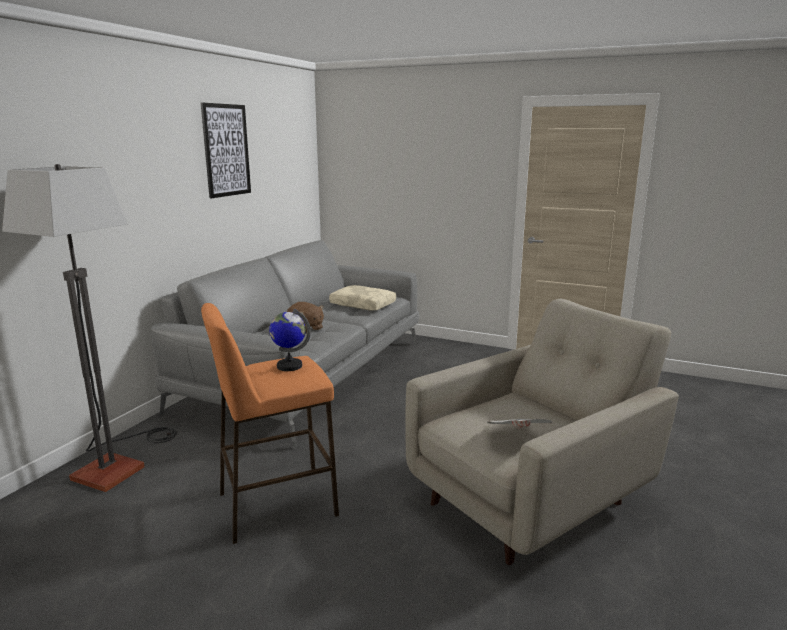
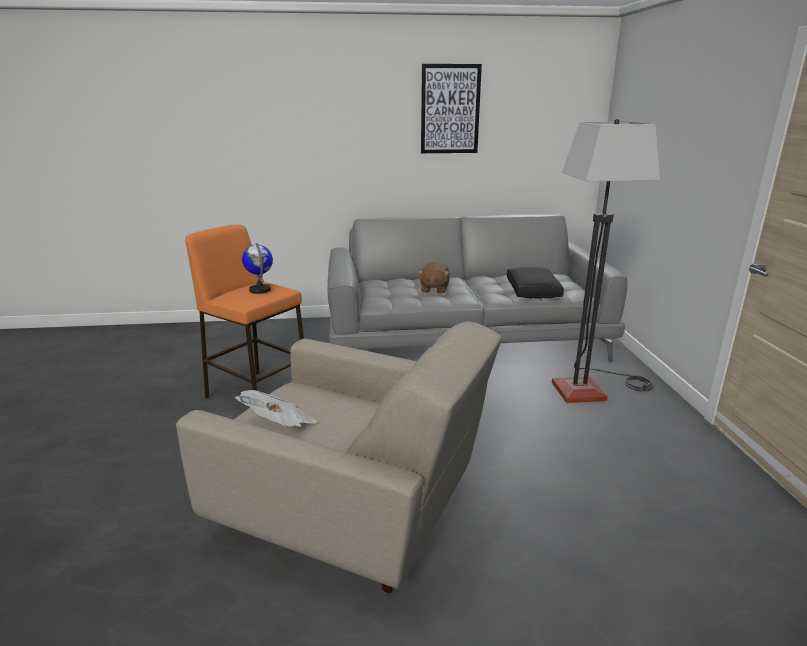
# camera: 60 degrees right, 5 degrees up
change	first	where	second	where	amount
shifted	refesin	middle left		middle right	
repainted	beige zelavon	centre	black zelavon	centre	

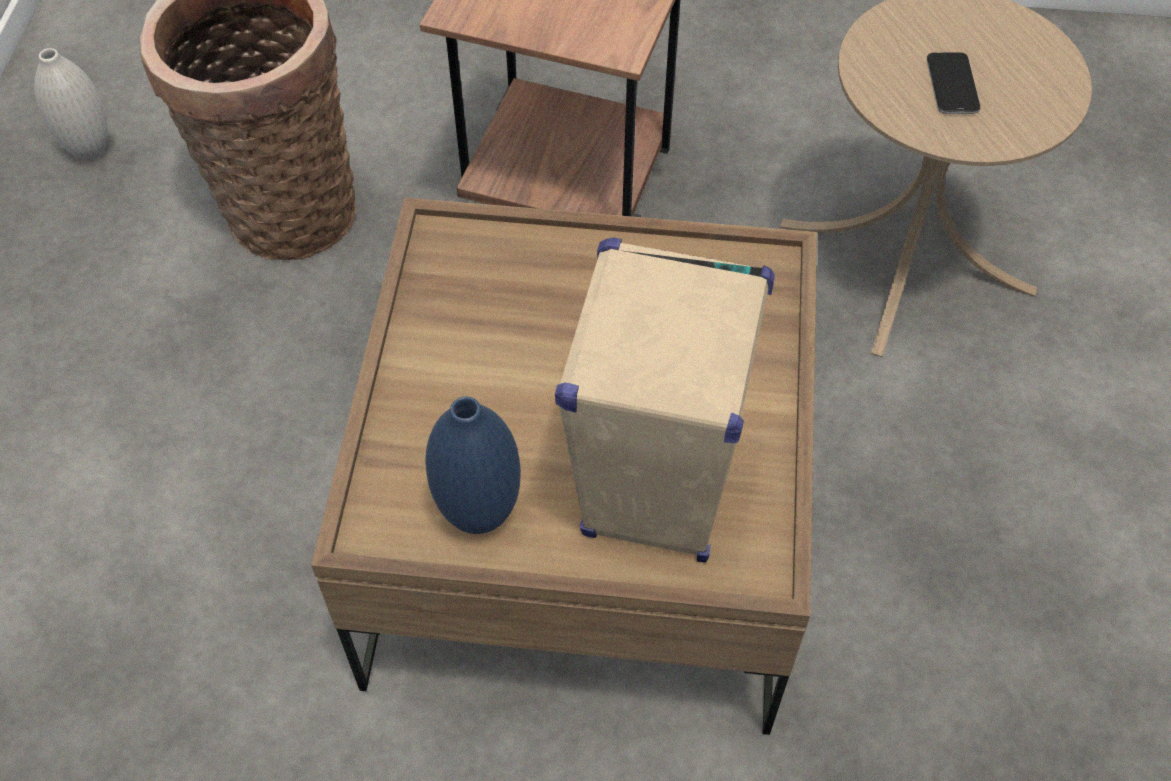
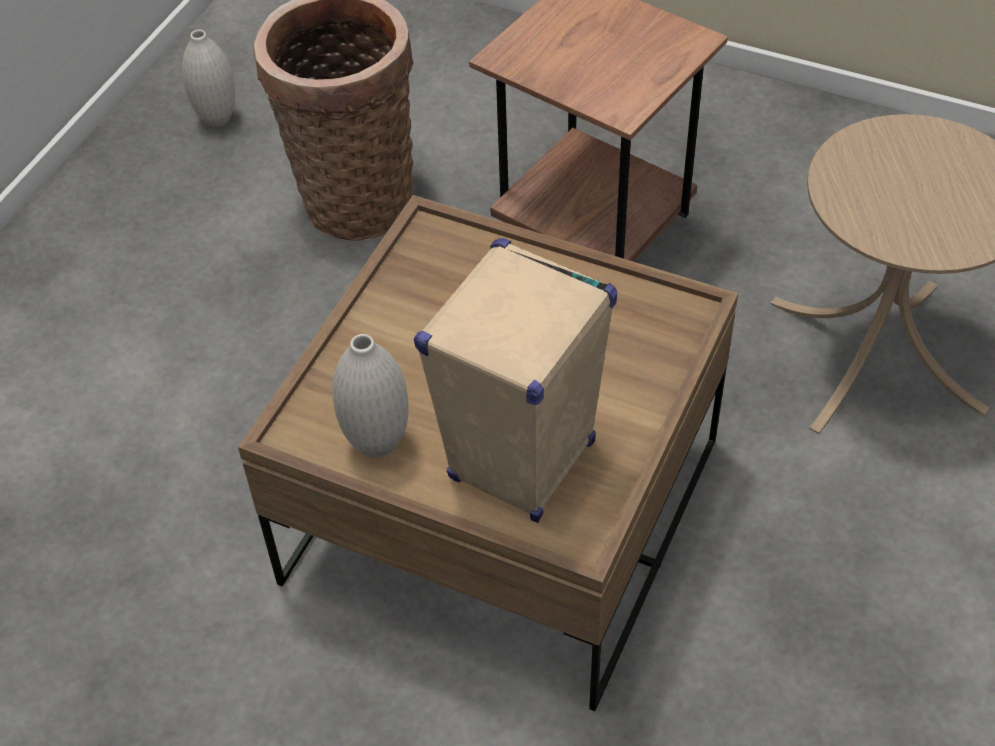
# camera: 20 degrees right, 5 degrees down
change	first	where	second	where	amount
gone	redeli	top right			
repainted	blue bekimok	centre	white bekimok (no. 2 from left)	centre	

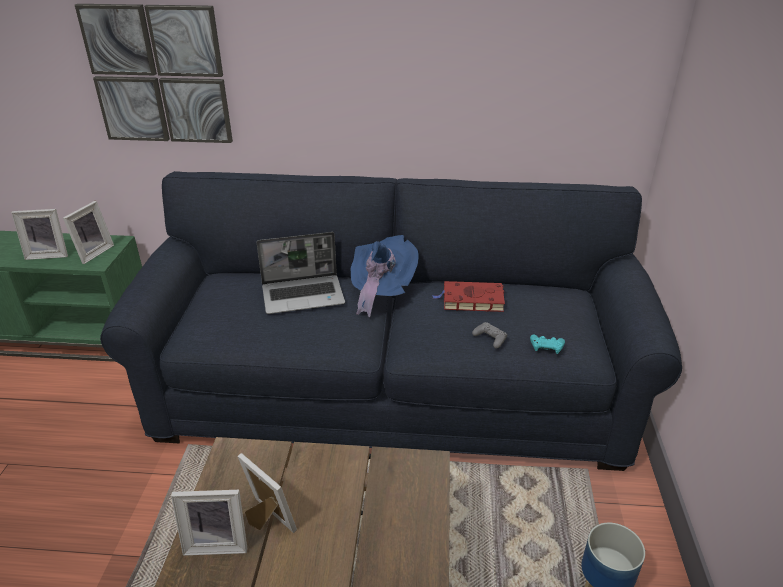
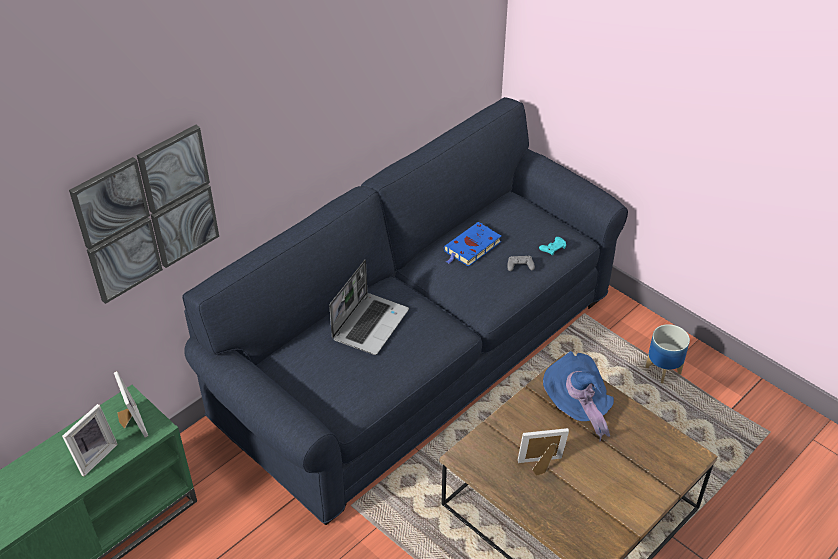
# camera: 50 degrees left, 10 degrees up
change	first	where	second	where	amount
gone	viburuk (no. 3 from left)	bottom left			
shifted	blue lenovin	centre		bottom right	
repainted	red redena	centre	blue redena	centre	

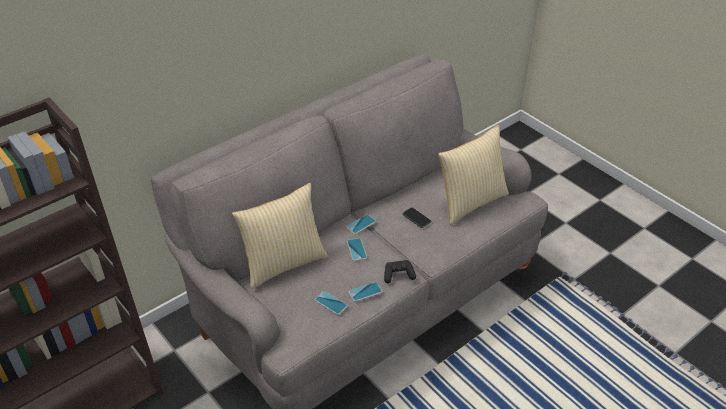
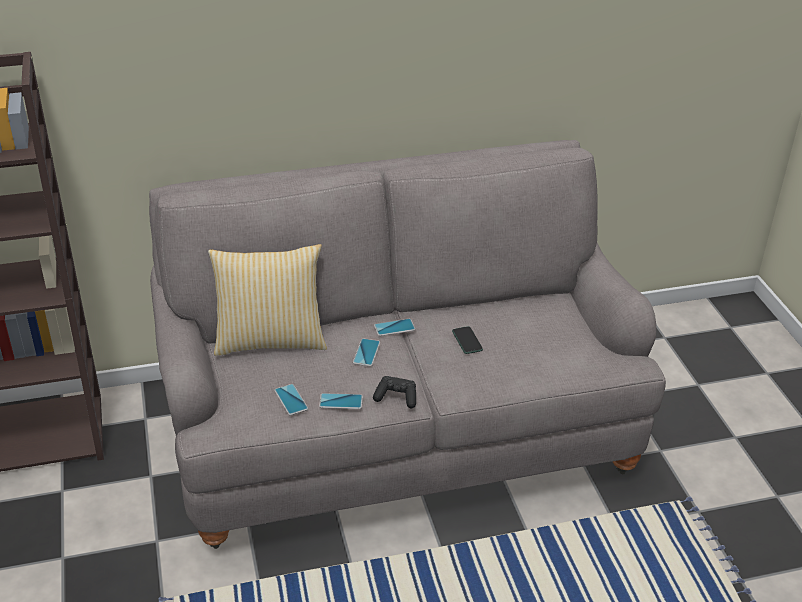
# camera: 25 degrees right, 5 degrees down
change	first	where	second	where	amount
gone	zelavon (no. 2 from left)	centre			

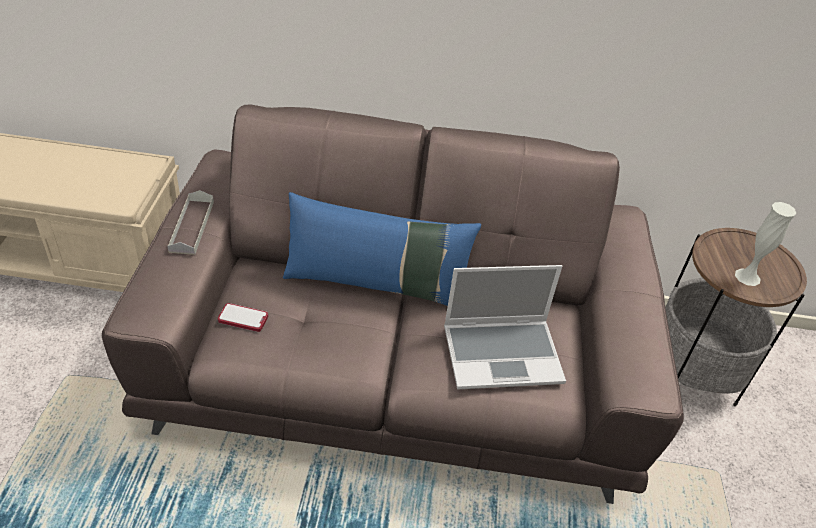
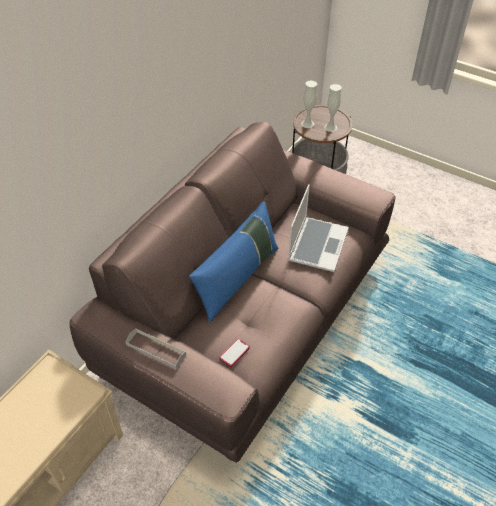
# camera: 60 degrees left, 5 degrees up
change	first	where	second	where	amount
new			white bekimok (no. 1 from left)	top centre	

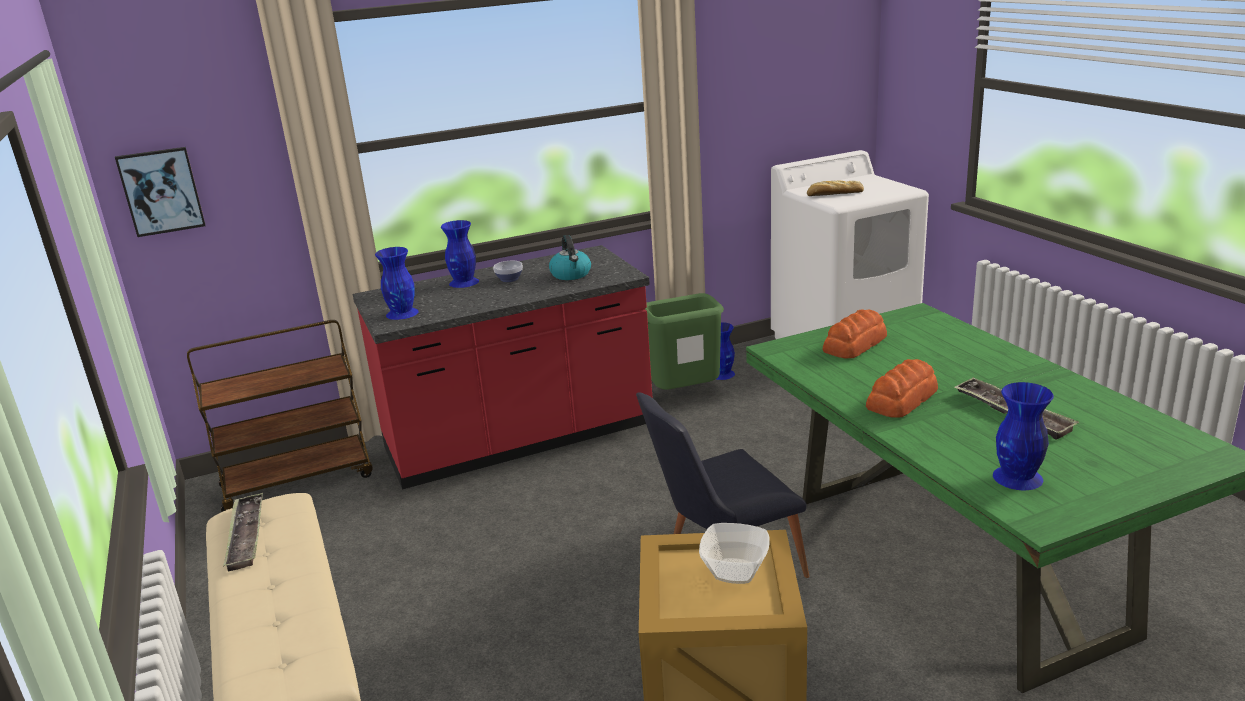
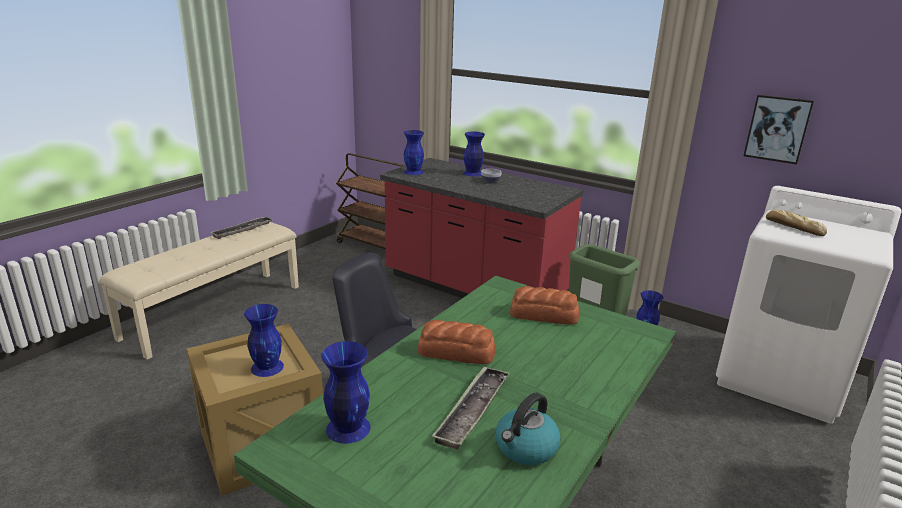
# camera: 55 degrees right, 0 degrees up
change	first	where	second	where	amount
shifted	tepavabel	top left		top right	
shifted	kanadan	centre		bottom centre	
swapped	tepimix (no. 2 from left)	bottom centre	blue bekimok (no. 1 from left)	bottom left	

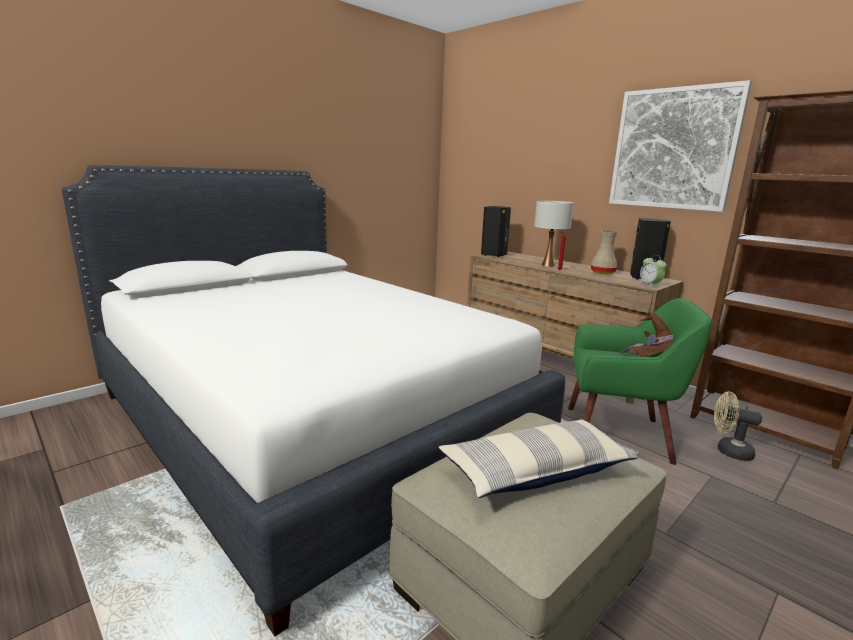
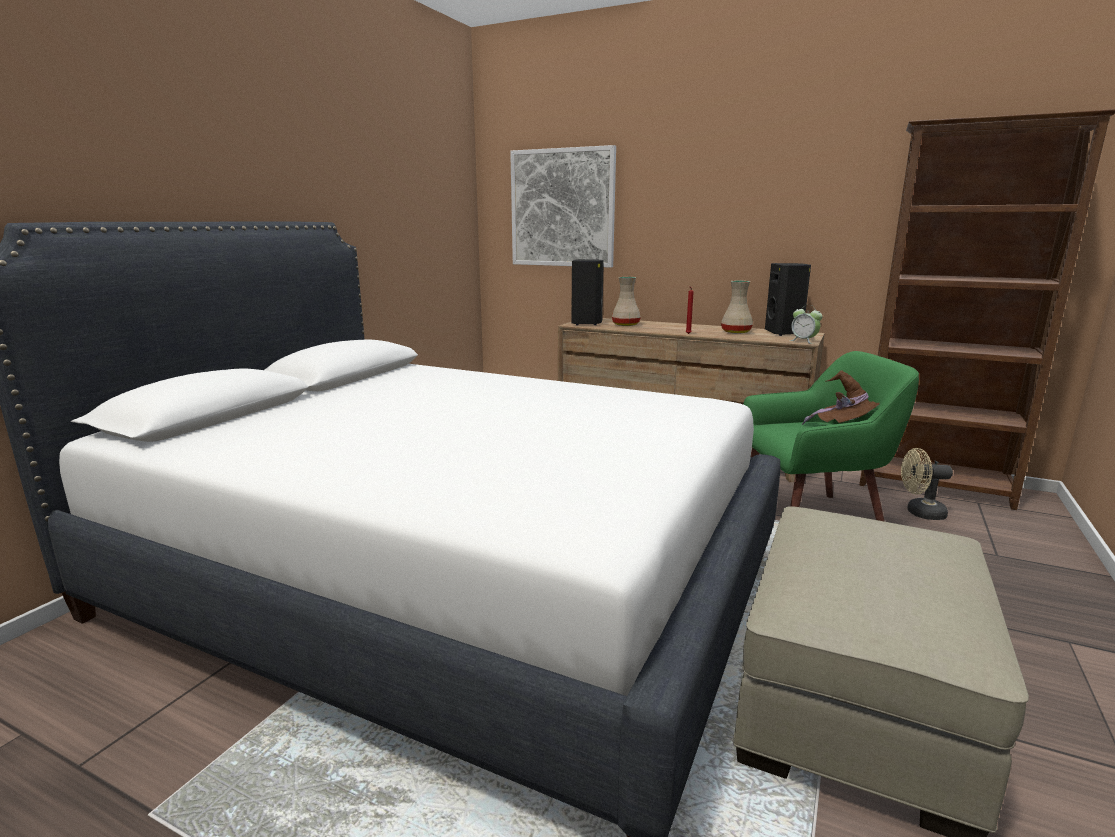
# camera: 20 degrees left, 0 degrees up
change	first	where	second	where	amount
gone	zelavon	bottom centre			
gone	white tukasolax	centre			
new			beige bekimok (no. 1 from left)	centre	
shifted	tepavabel	top right		top centre	

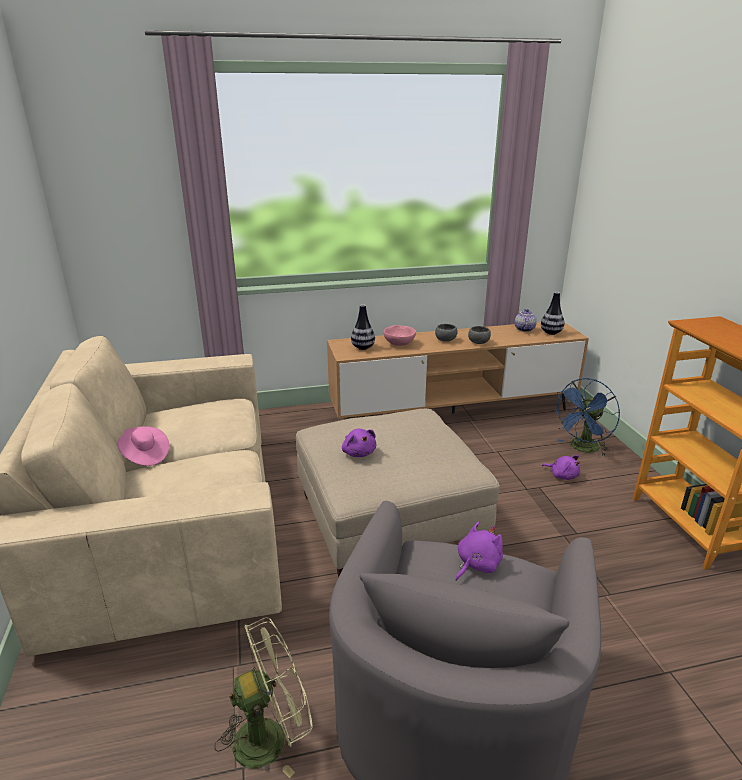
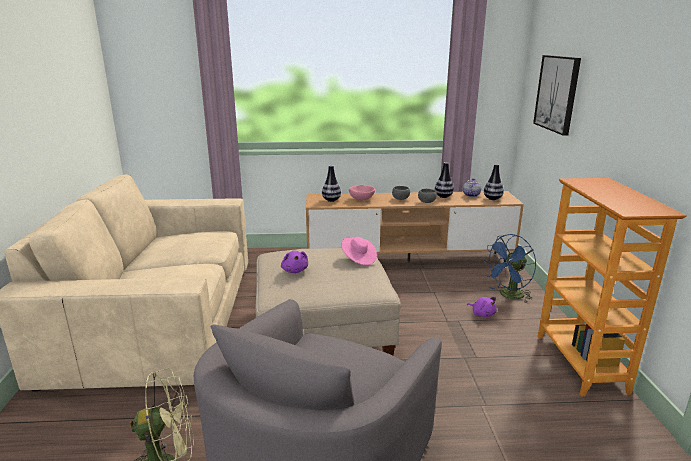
# camera: 10 degrees right, 5 degrees down
change	first	where	second	where	amount
gone	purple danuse (no. 2 from left)	bottom centre			
new			bekimok (no. 2 from left)	centre	
new			tepavabel	top right	
shifted	pink lenovin	middle left		centre	

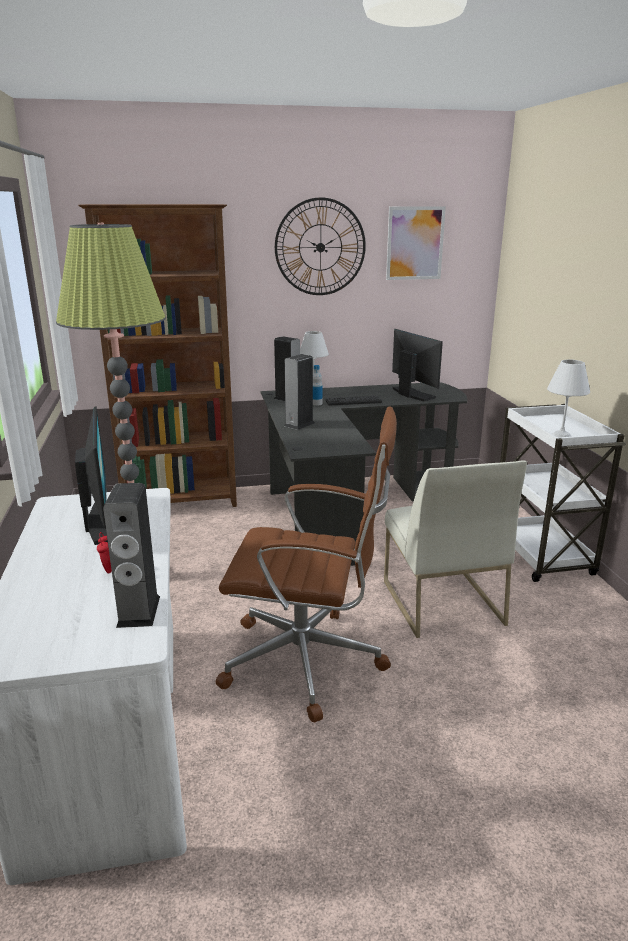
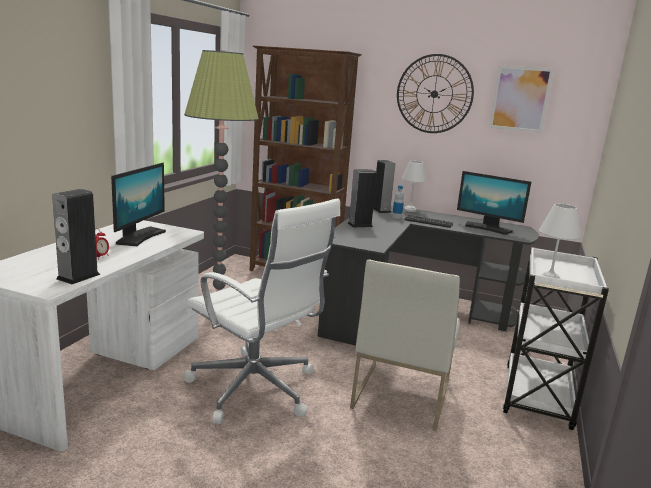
# camera: 30 degrees right, 5 degrees down
change	first	where	second	where	amount
repainted	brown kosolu	centre	white kosolu	centre	
rotated	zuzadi (no. 2 from left)	centre		middle right	120 degrees clockwise

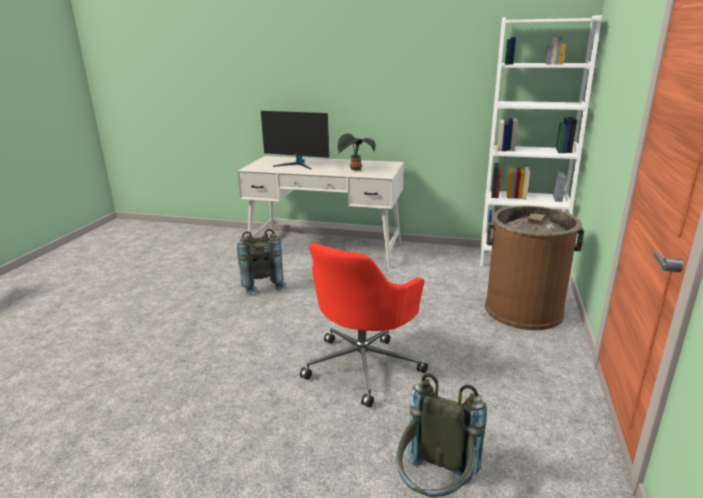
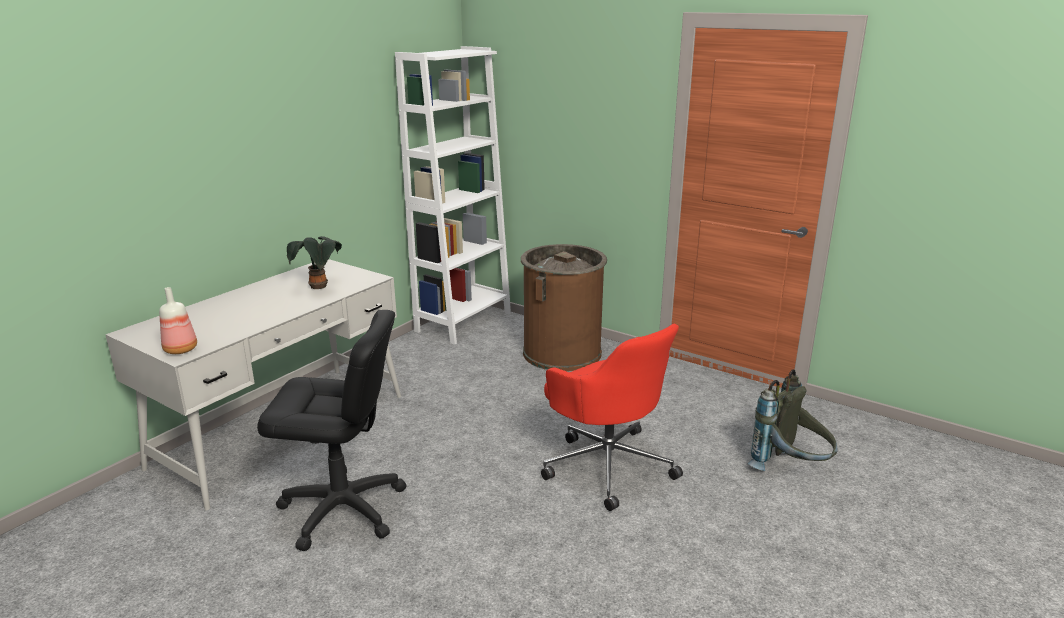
# camera: 70 degrees left, 0 degrees up
change	first	where	second	where	amount
gone	zuzadi	top centre			
new			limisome	middle left	
swapped	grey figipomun (no. 1 from left)	centre	black kosolu	bottom left	

